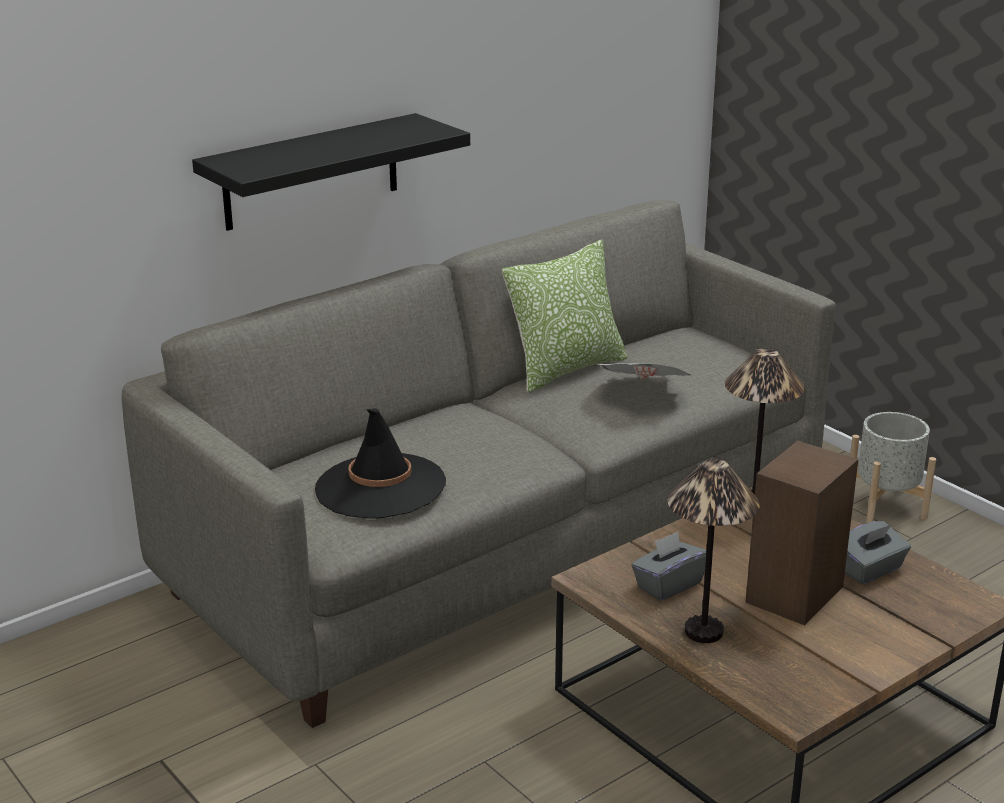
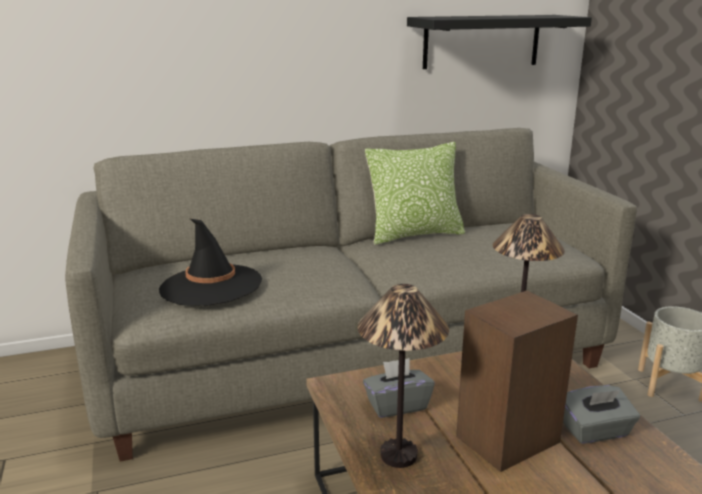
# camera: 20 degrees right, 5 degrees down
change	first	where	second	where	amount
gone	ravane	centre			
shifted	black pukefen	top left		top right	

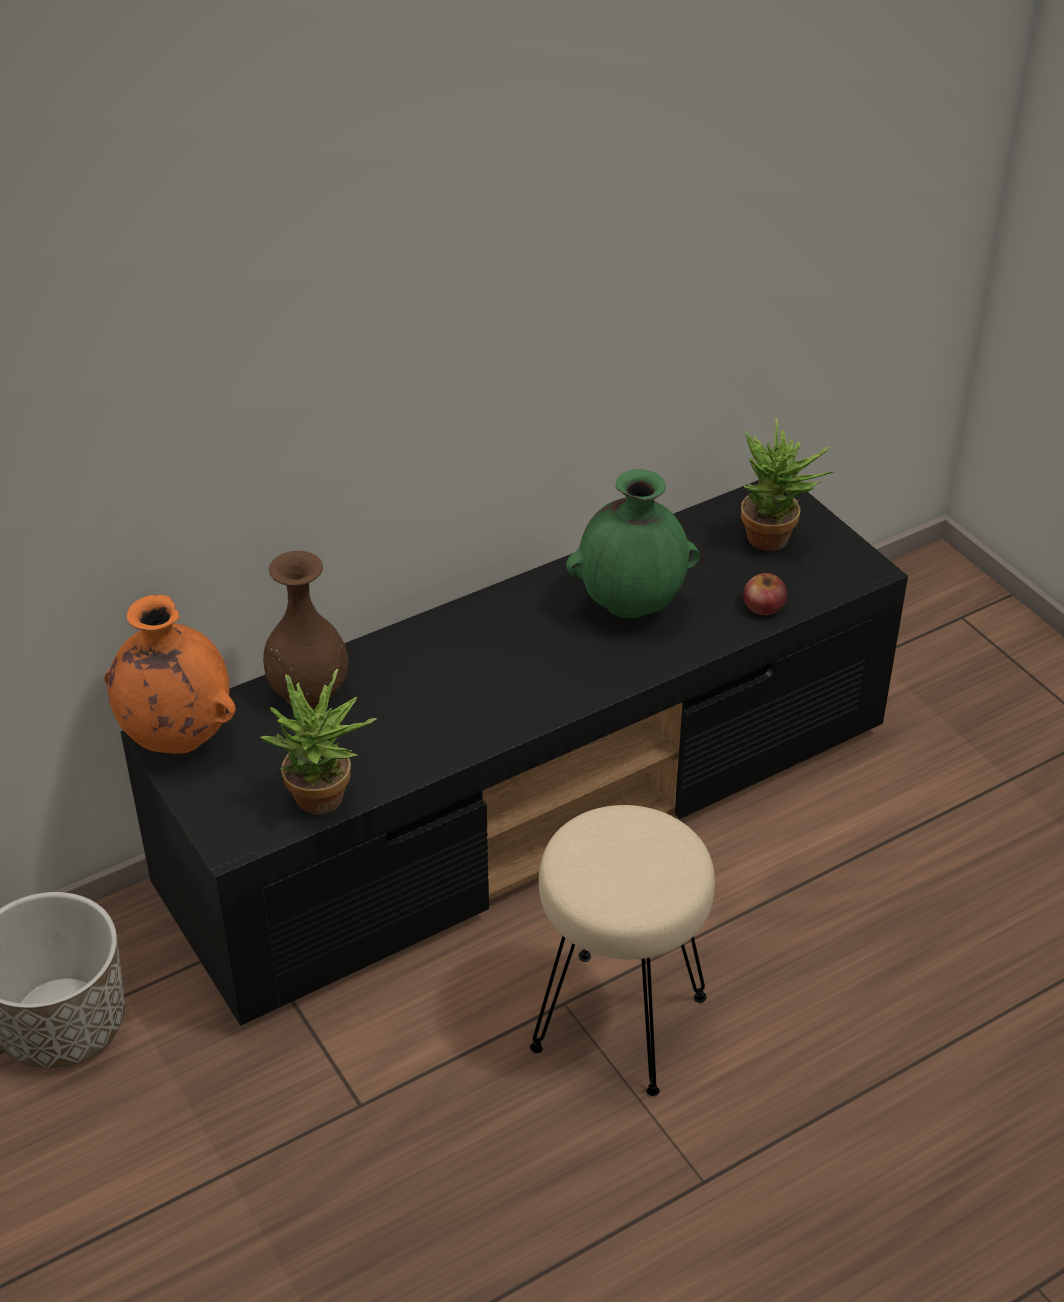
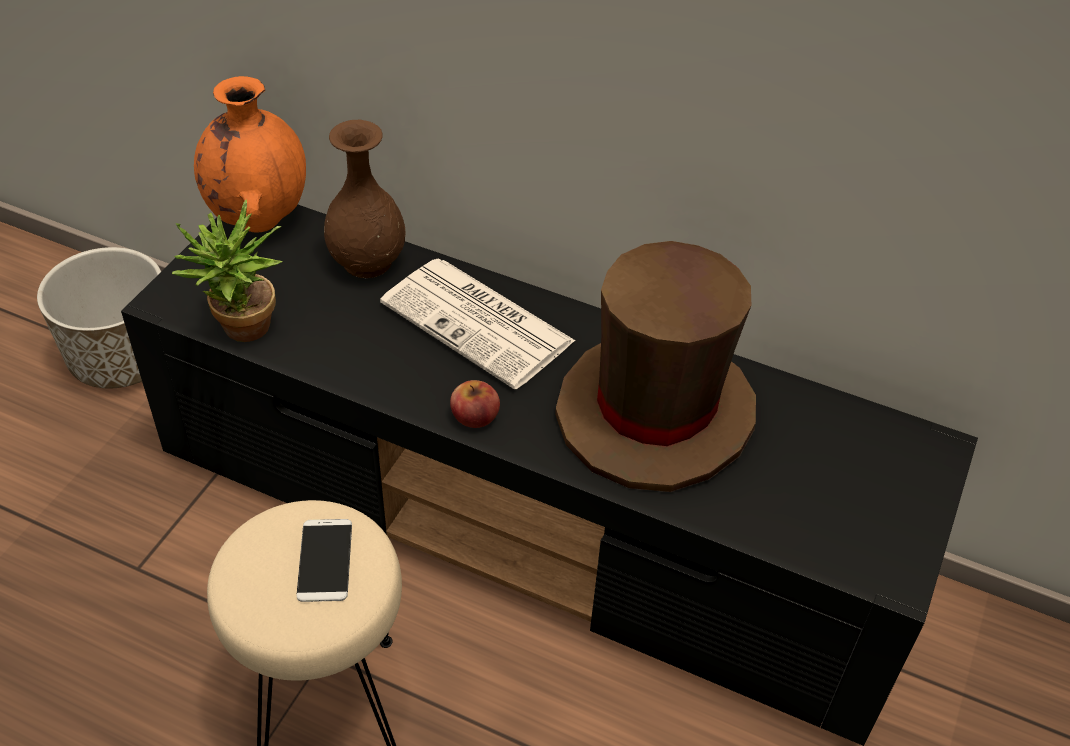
# camera: 55 degrees right, 5 degrees up
change	first	where	second	where	amount
gone	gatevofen (no. 2 from left)	middle right			
new			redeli	bottom left	
new			ravane	centre	
shifted	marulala	middle right		centre	
swapped	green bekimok	centre	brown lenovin	centre	

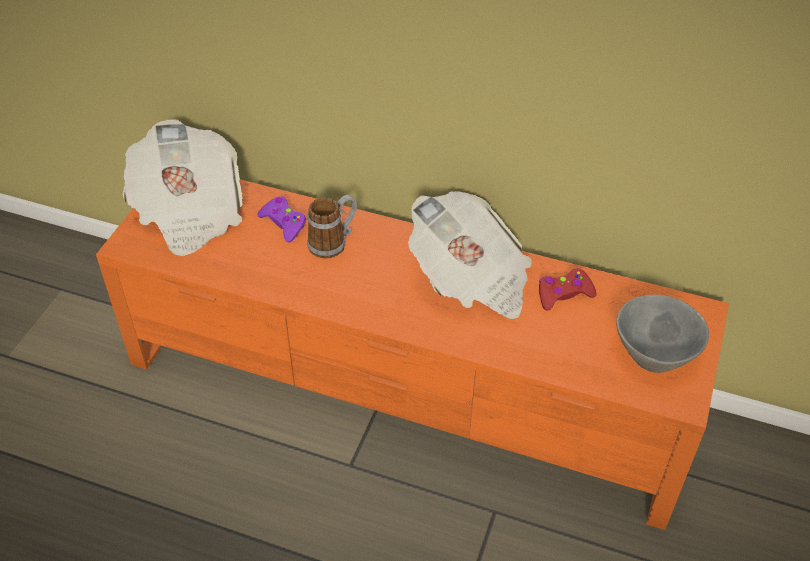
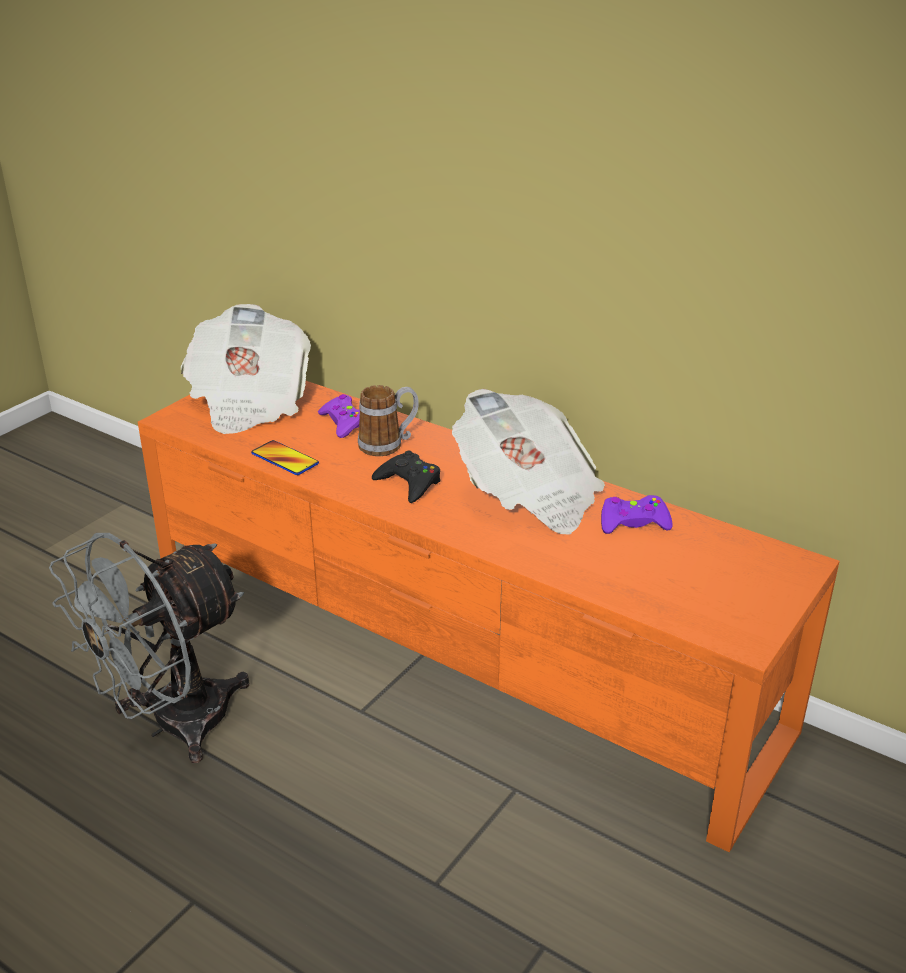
# camera: 15 degrees right, 15 degrees down
change	first	where	second	where	amount
gone	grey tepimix	middle right			
new			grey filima	middle left	
new			redeli	middle left	
new			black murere	centre	
repainted	red murere	middle right	purple murere (no. 2 from left)	middle right	

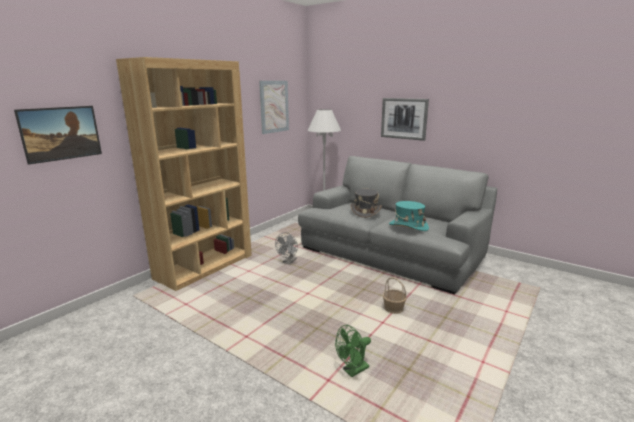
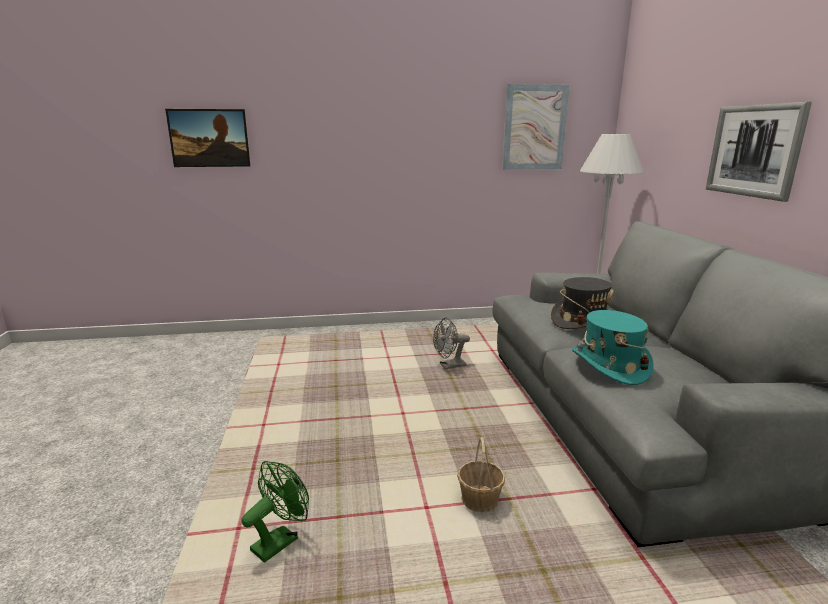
# camera: 45 degrees right, 0 degrees up
change	first	where	second	where	amount
gone	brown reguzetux	middle left			
rotated	green filima	bottom centre		bottom left	120 degrees clockwise

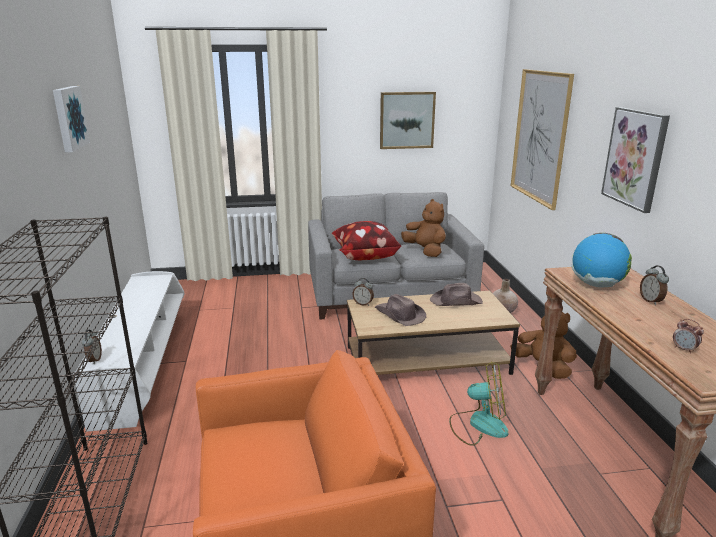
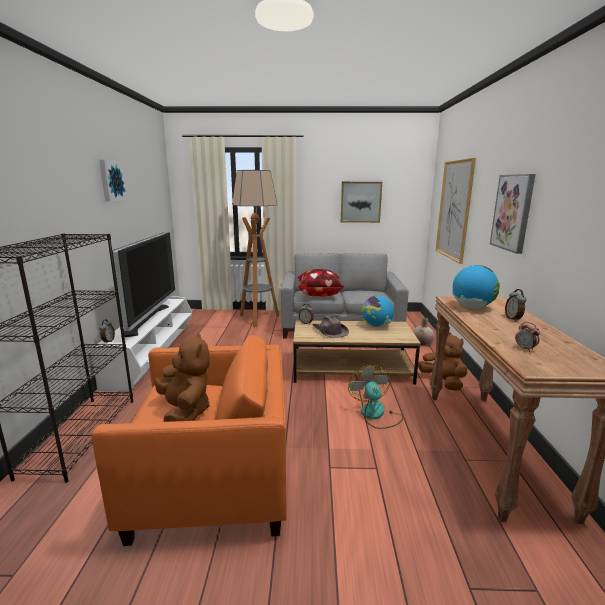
# camera: 10 degrees right, 5 degrees down
change	first	where	second	where	amount
new			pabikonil	middle left	
new			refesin	centre	
shifted	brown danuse (no. 1 from left)	centre		middle left	
swapped	brown lenovin (no. 2 from left)	centre	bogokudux (no. 1 from left)	centre	
rotated	filima	bottom right		centre	120 degrees counterclockwise

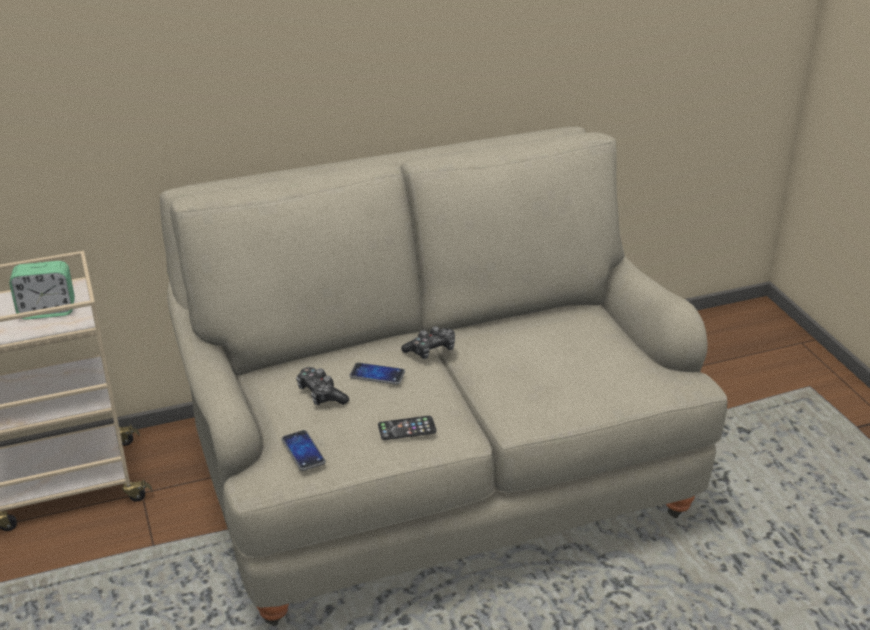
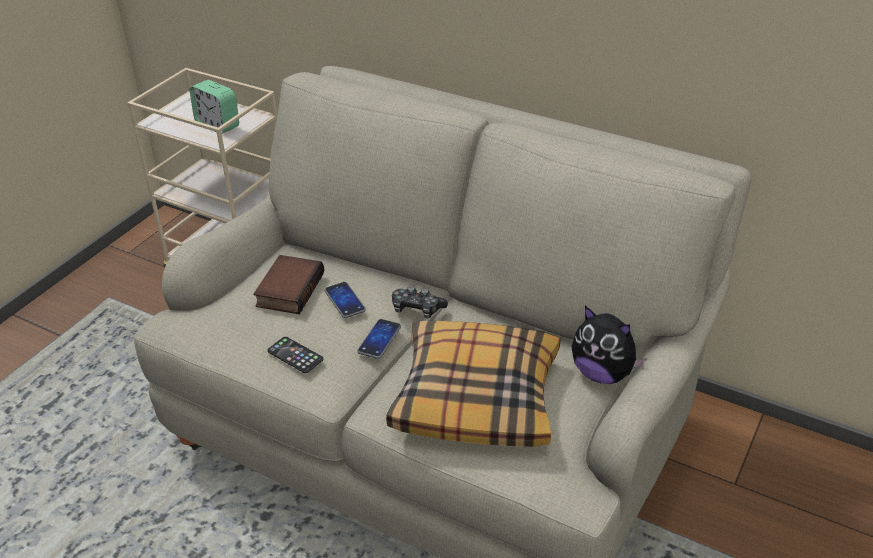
# camera: 50 degrees right, 5 degrees up
change	first	where	second	where	amount
new			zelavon	bottom centre	
new			danuse	middle right	
shifted	redeli (no. 1 from left in the first image)	bottom centre	redeli (no. 3 from left)	centre	
swapped	murere (no. 1 from left)	centre	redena	middle left	

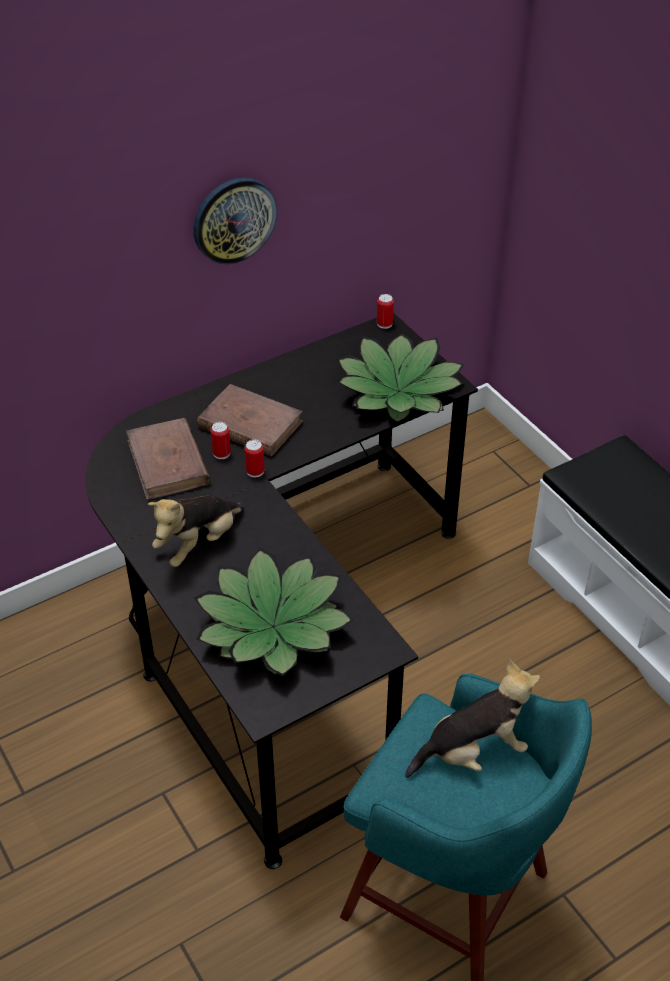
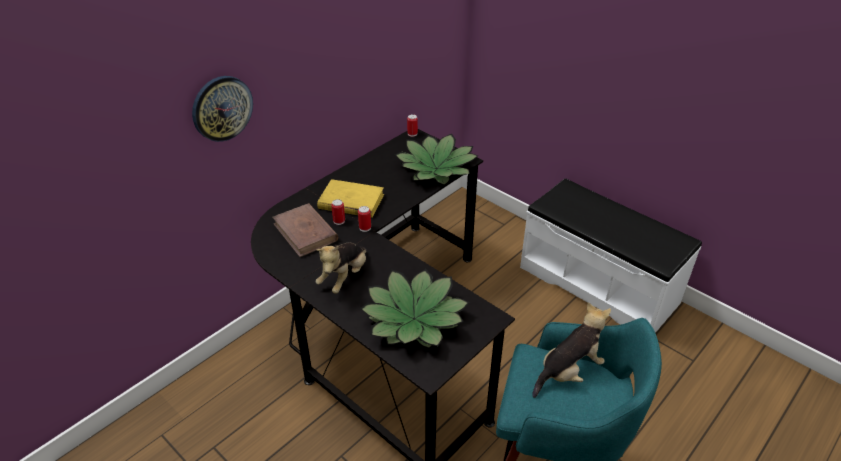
# camera: 15 degrees left, 5 degrees down
change	first	where	second	where	amount
shifted	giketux	top centre		top left	
repainted	brown redena (no. 2 from left)	centre	yellow redena	centre	

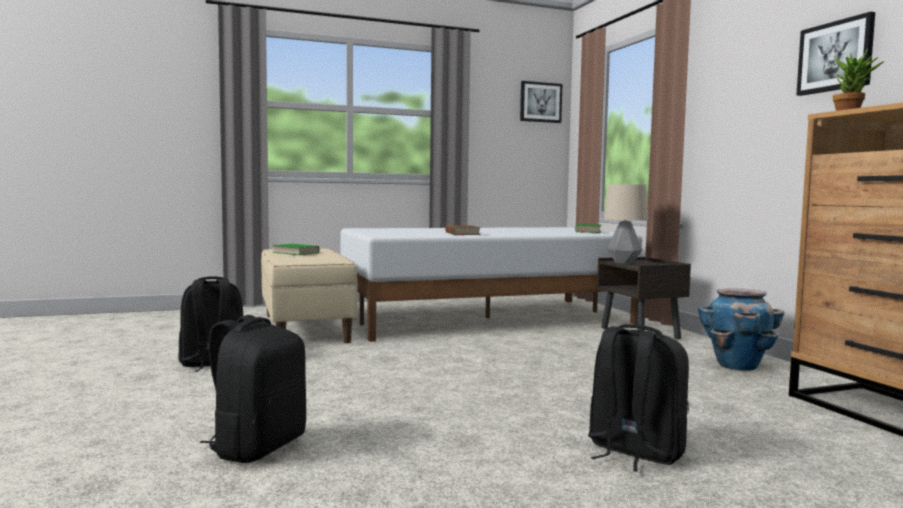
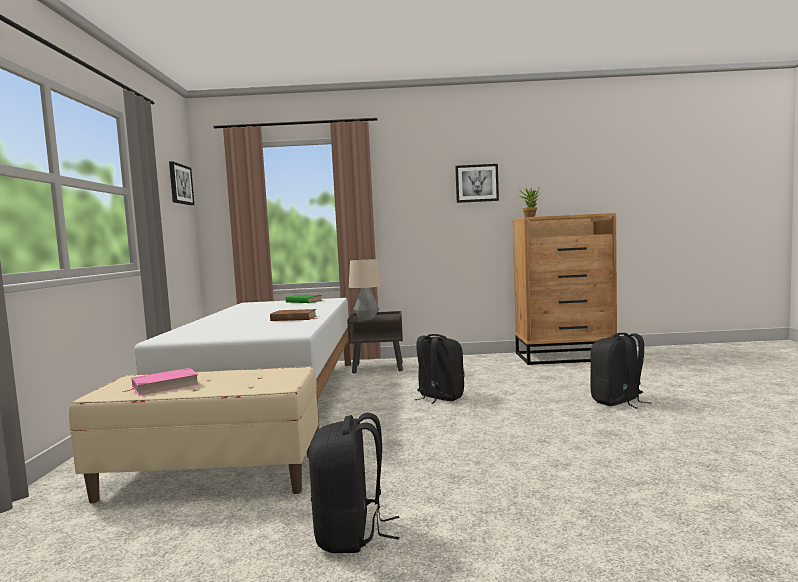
# camera: 70 degrees left, 0 degrees up
change	first	where	second	where	amount
gone	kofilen	middle right			
shifted	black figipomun (no. 2 from left)	bottom left		centre	
repainted	green redena (no. 1 from left)	middle left	pink redena	middle left	

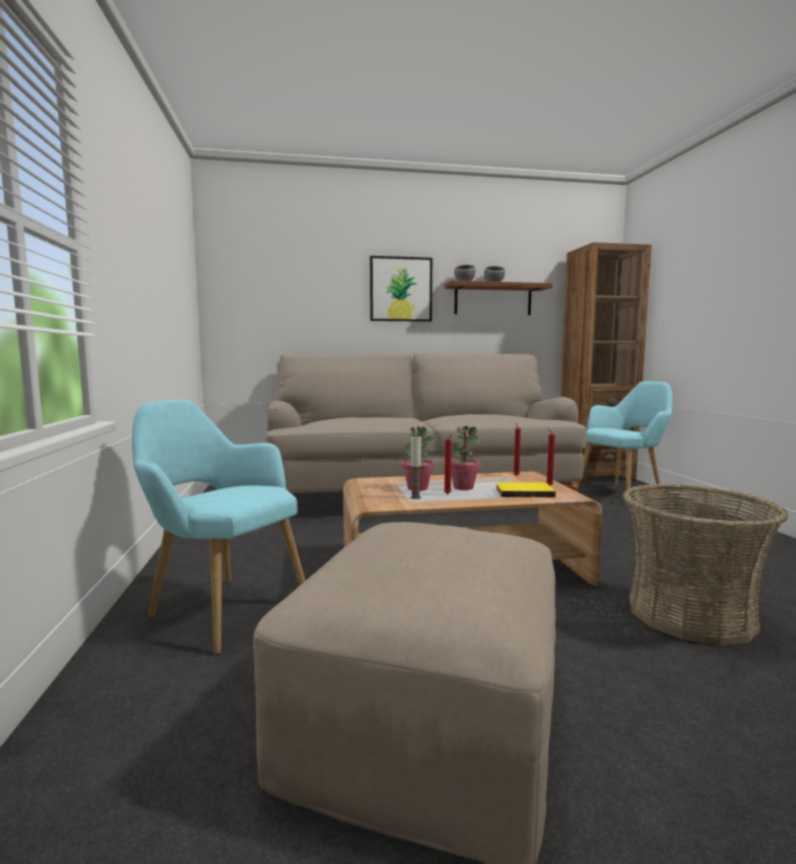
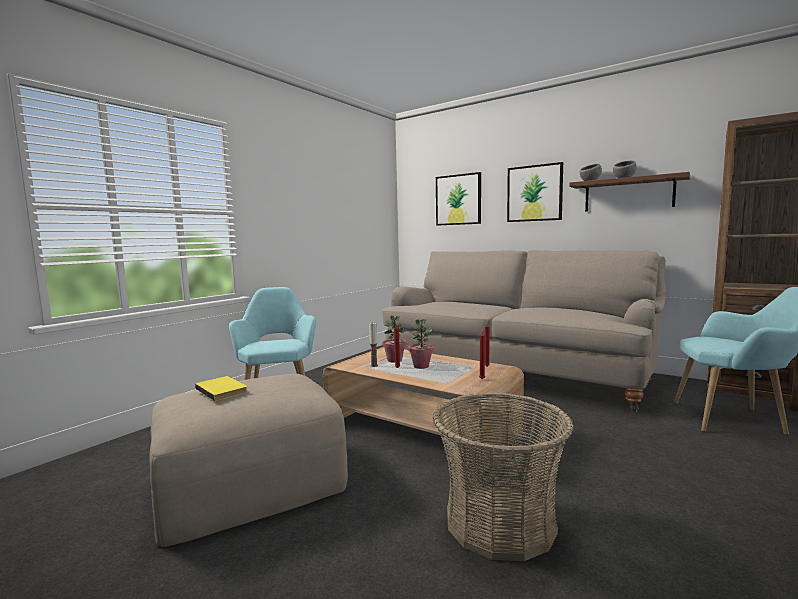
# camera: 45 degrees right, 0 degrees up
change	first	where	second	where	amount
new			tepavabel (no. 1 from left)	top centre	
shifted	yellow redena	centre		middle left	

